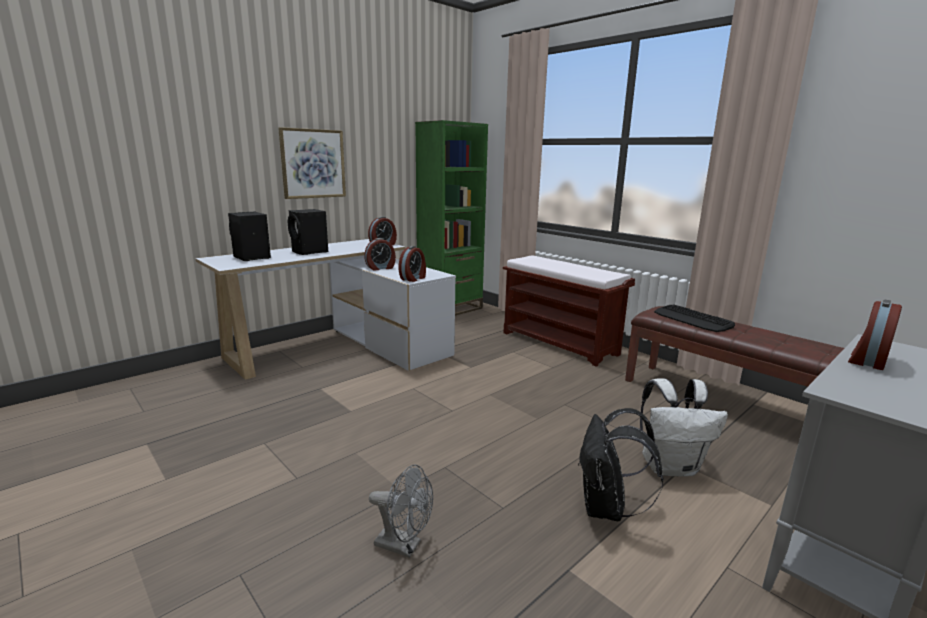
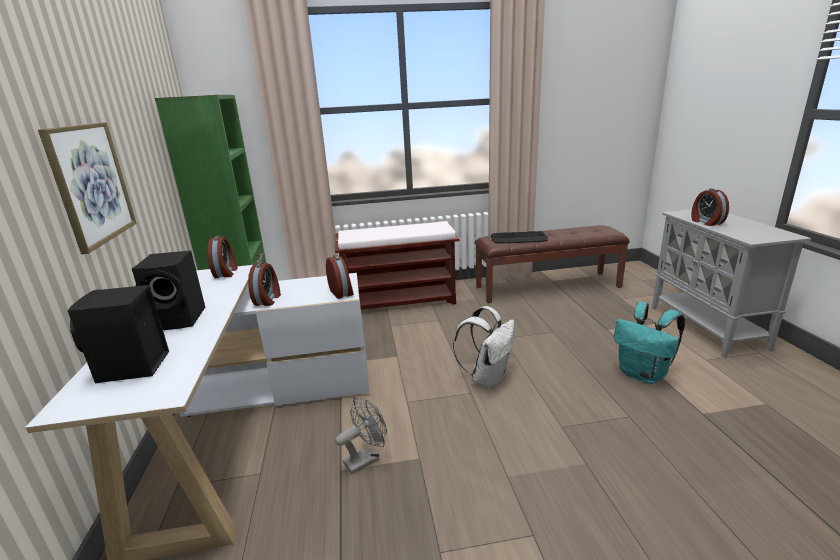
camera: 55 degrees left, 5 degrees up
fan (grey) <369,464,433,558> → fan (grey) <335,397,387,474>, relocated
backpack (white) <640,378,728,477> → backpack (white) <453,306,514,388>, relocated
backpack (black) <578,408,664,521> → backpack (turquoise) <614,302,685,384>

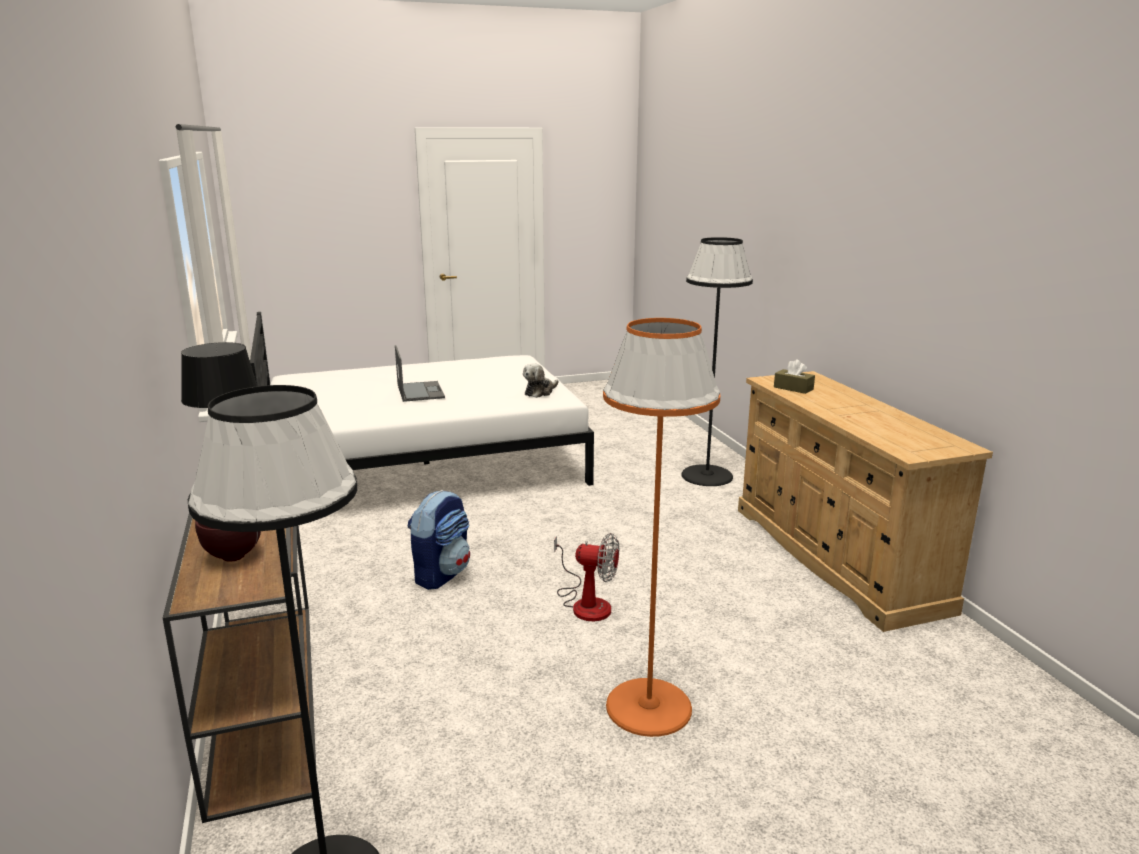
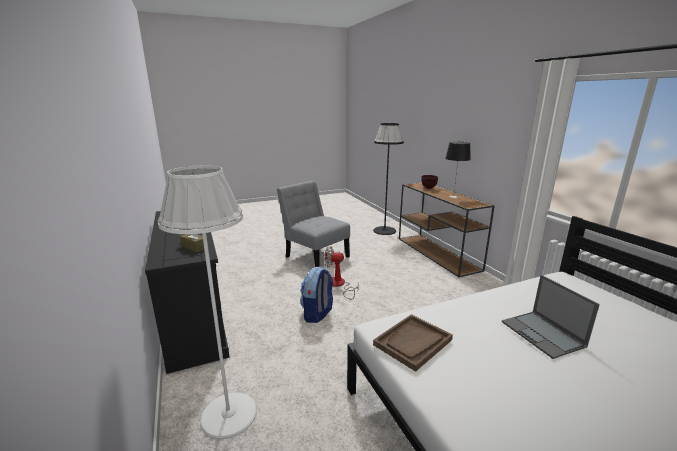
camera: 175 degrees right, 0 degrees up
dresser (beige) <738,371,993,632> → dresser (black) <145,211,230,374>
floor lamp (black) <681,237,753,486> → floor lamp (white) <157,166,257,439>
floor lamp (orange) <603,318,720,737> → chair (grey) <277,181,350,267>
backpack <408,490,470,590> → backpack <300,267,333,323>, relocated
plush toy <523,363,559,398> → tray (brown) <373,314,453,372>

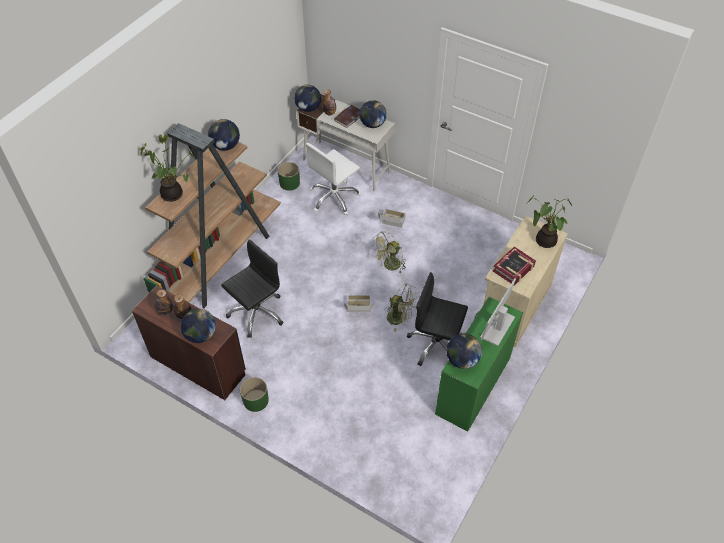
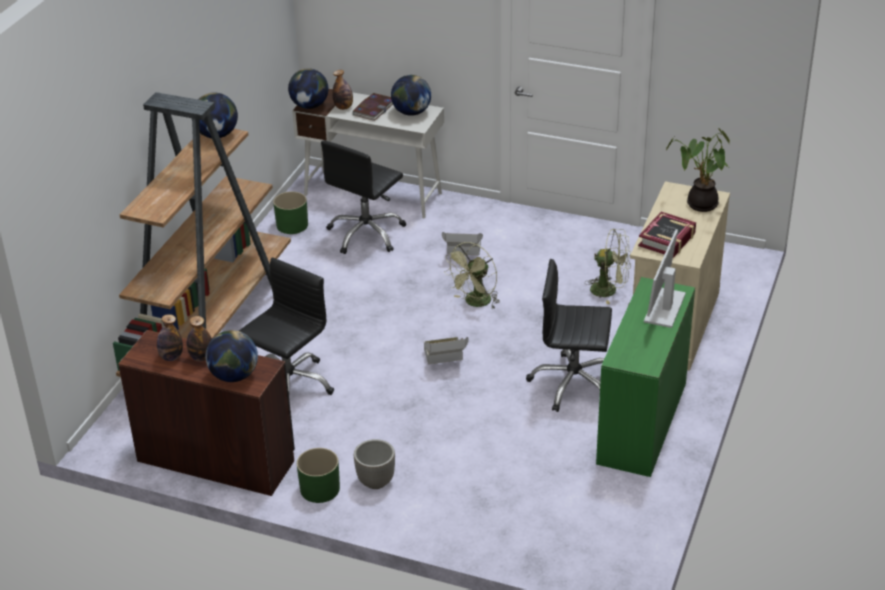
camera: 10 degrees left, 15 degrees down
office chair (white) <306,143,361,215> → office chair (black) <321,140,406,254>
- → planter <354,439,395,489>
fan (green) <385,283,418,332> → fan (green) <584,229,631,304>, relocated
potted plant <140,134,195,202> → -
globe <446,333,482,369> → -

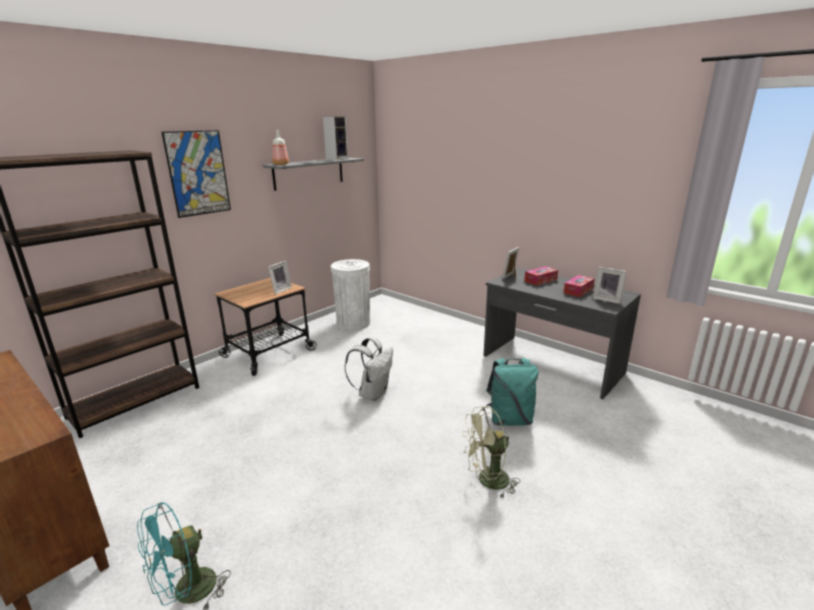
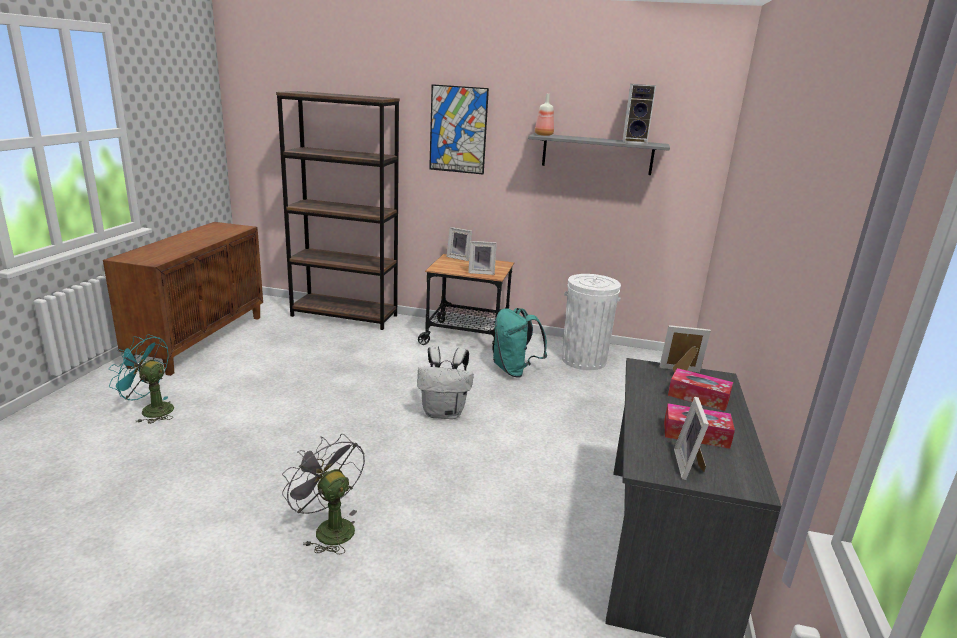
camera: 60 degrees right, 0 degrees up
fan (green) <462,407,520,499> → fan (grey) <282,434,365,555>
- → picture frame <446,227,472,261>
backpack (turquoise) <486,357,538,426> → backpack (turquoise) <493,308,547,378>, relocated

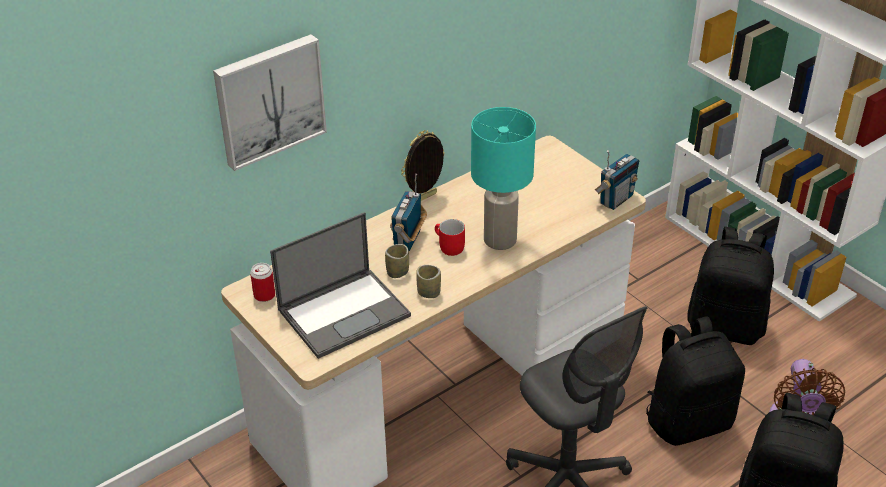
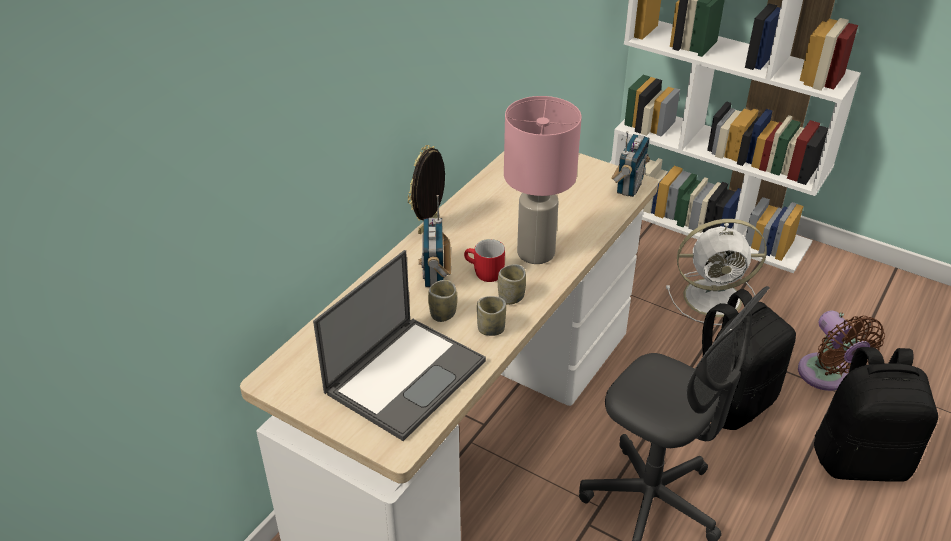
camera: 20 degrees left, 0 degrees up
- → cup <498,264,526,305>
table lamp (turquoise) <471,107,536,250> → table lamp (pink) <504,96,582,264>
backpack (black) <687,227,774,345> → fan (white) <666,219,767,325>
picture <213,34,327,171> → -
can <250,263,275,302> → -

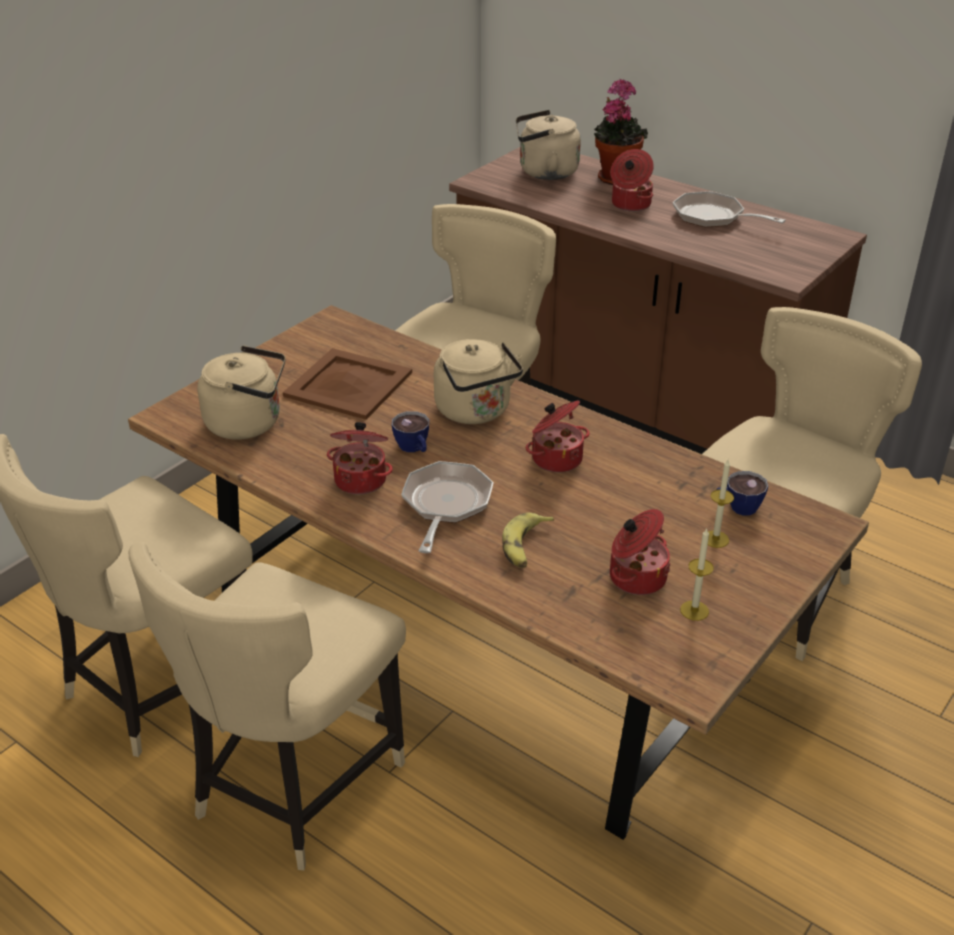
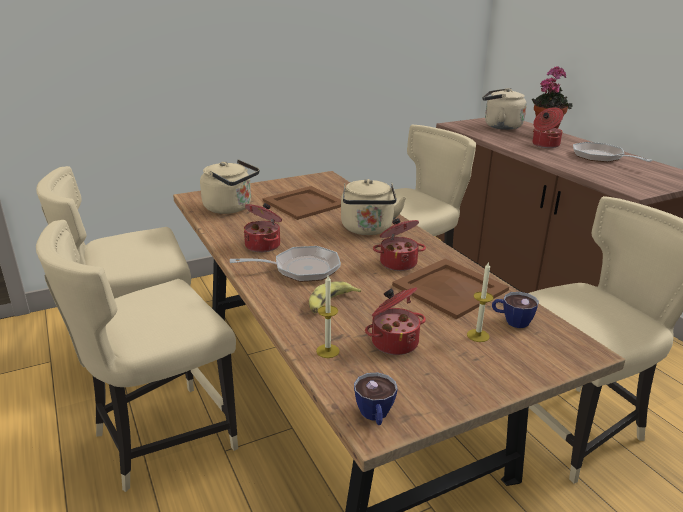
camera: 25 degrees right, 10 degrees down
frying pan <401,461,494,553> → frying pan <230,246,341,282>, 45 degrees clockwise
candle <680,529,714,621> → candle <316,275,340,358>, relocated
cup <392,411,429,452> → cup <354,373,398,425>, relocated
- → tray (brown) <392,259,509,319>

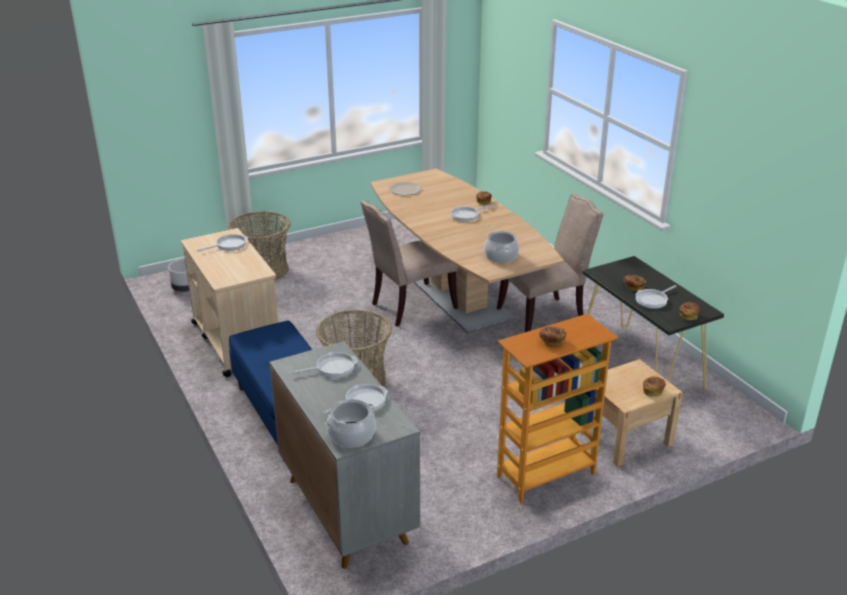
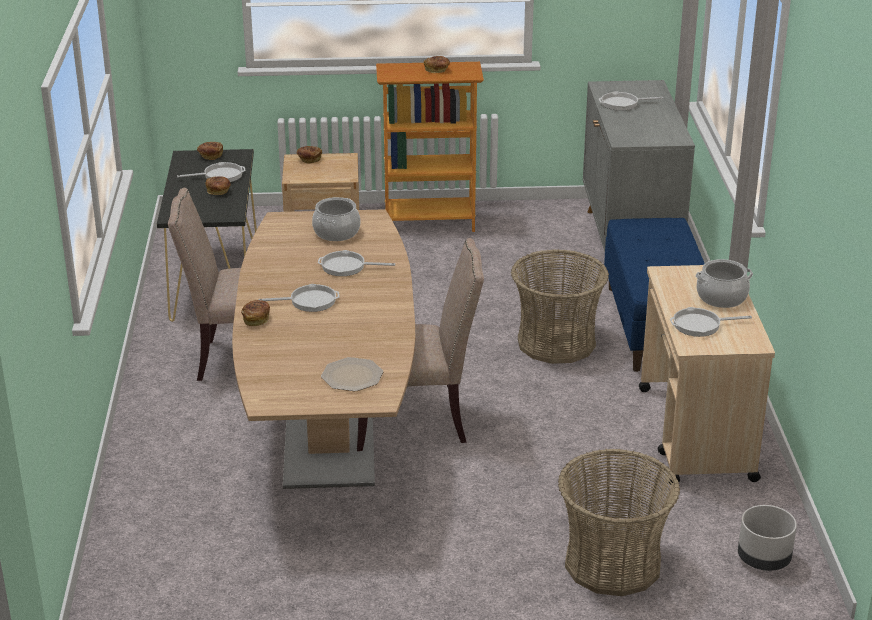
camera: 155 degrees left, 0 degrees up
frying pan <290,352,358,378> → frying pan <318,250,395,276>, relocated
cooking pot <325,399,376,448> → cooking pot <695,259,753,308>, relocated

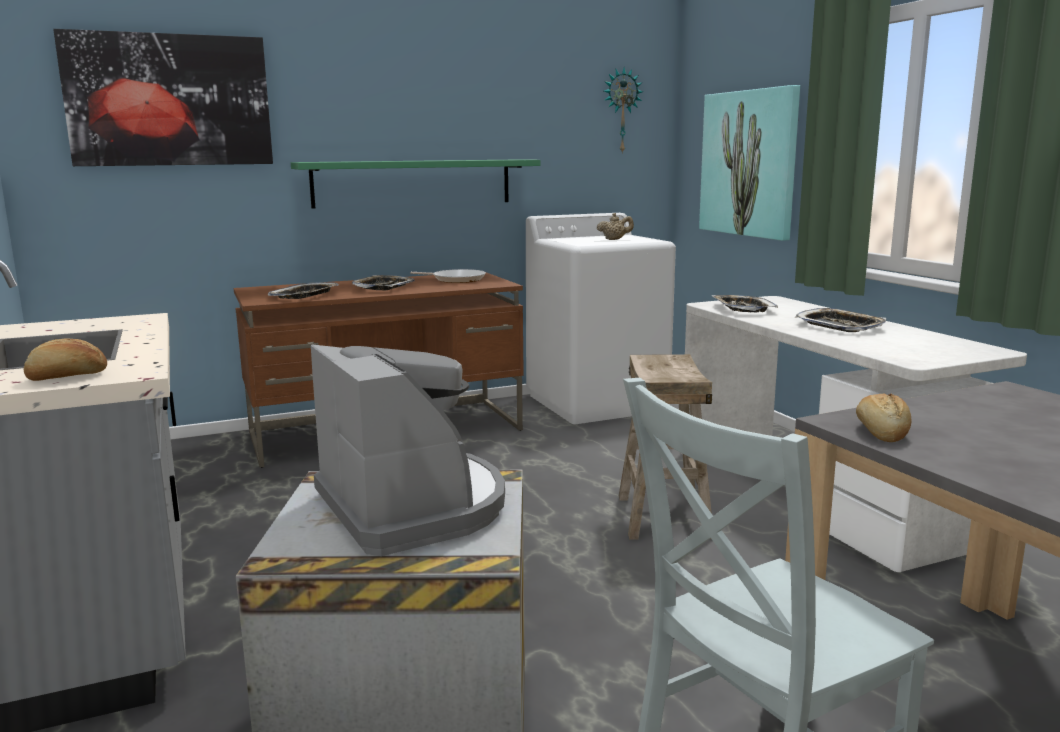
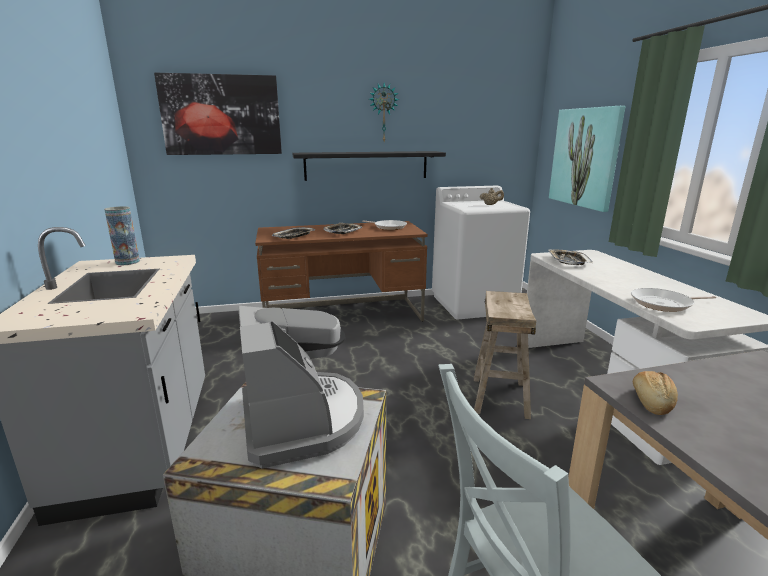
camera: 10 degrees right, 5 degrees up
- → vase <104,206,140,265>
shelf (green) <291,159,541,208> → shelf (black) <293,151,446,181>
wall clock <604,67,643,154> → wall clock <369,82,399,141>, relocated
- → frying pan <631,288,716,312>
bread <24,338,107,381> → -
tray <795,308,886,332> → -

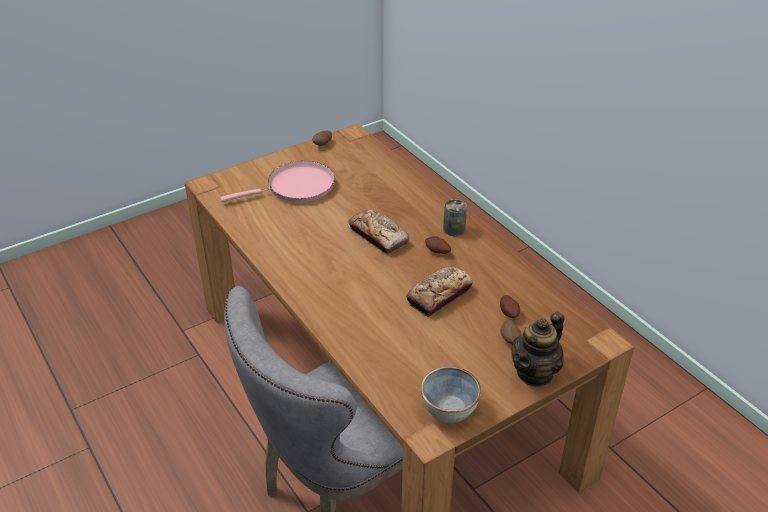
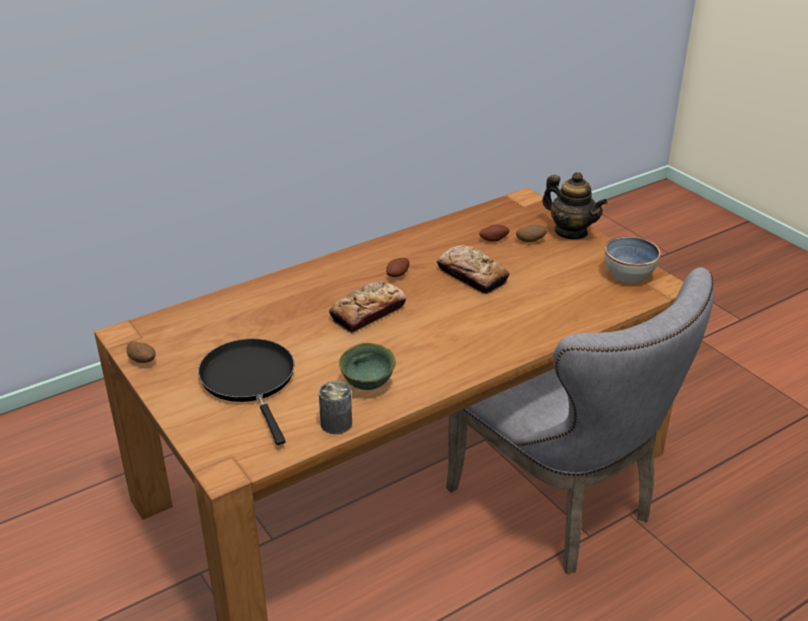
camera: 90 degrees left, 5 degrees down
frying pan (pink) <220,161,335,202> → frying pan (black) <198,339,295,445>
can <443,199,467,236> → can <319,381,352,434>, relocated
- → bowl (green) <339,343,396,390>

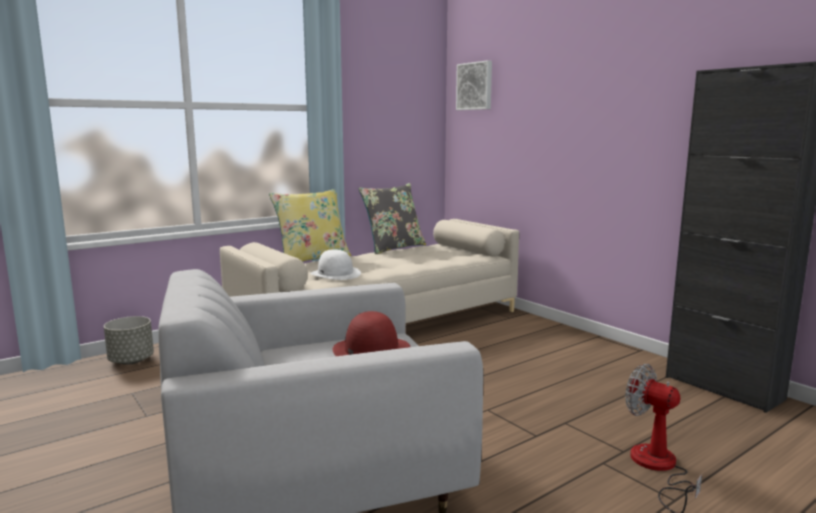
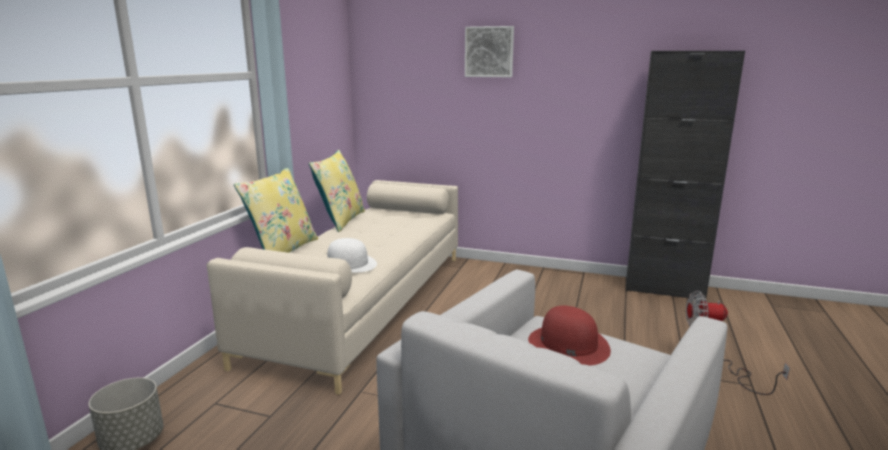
camera: 35 degrees left, 5 degrees up
pillow (grey) <359,183,426,254> → pillow (yellow) <309,150,365,232>
picture <456,60,492,110> → picture <465,26,514,77>, relocated

